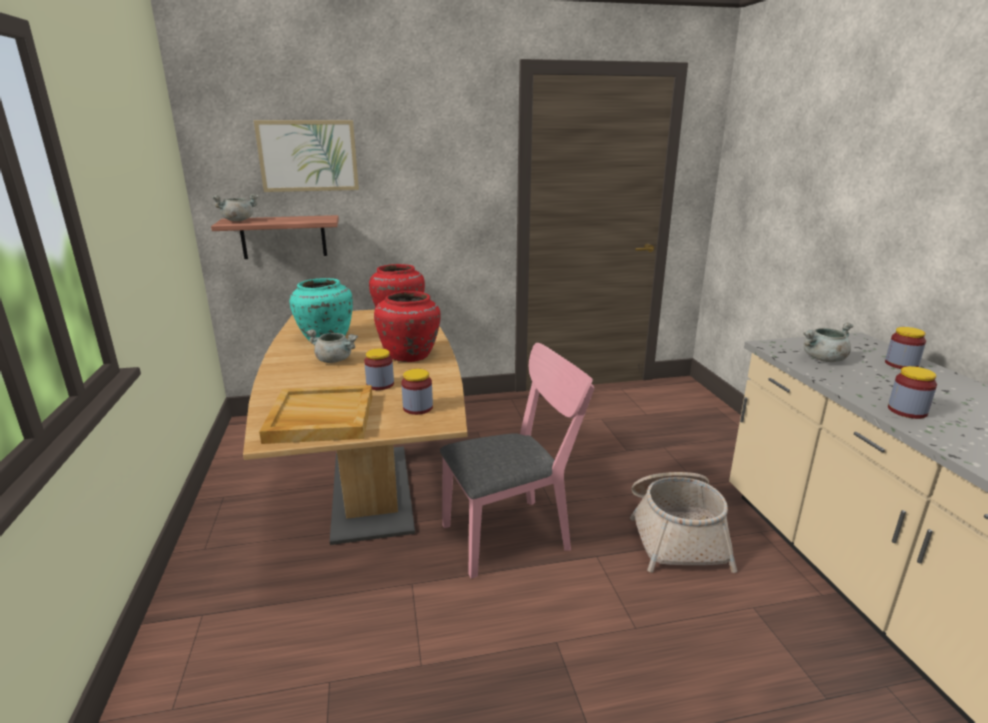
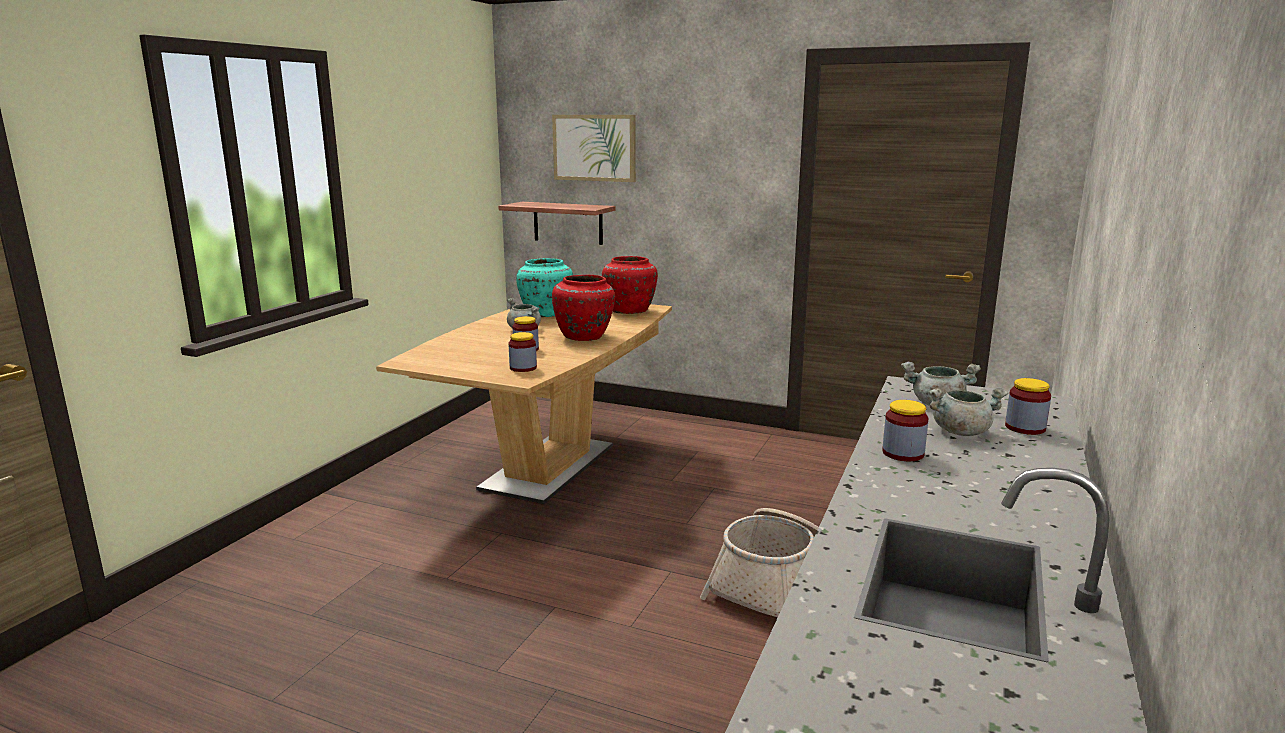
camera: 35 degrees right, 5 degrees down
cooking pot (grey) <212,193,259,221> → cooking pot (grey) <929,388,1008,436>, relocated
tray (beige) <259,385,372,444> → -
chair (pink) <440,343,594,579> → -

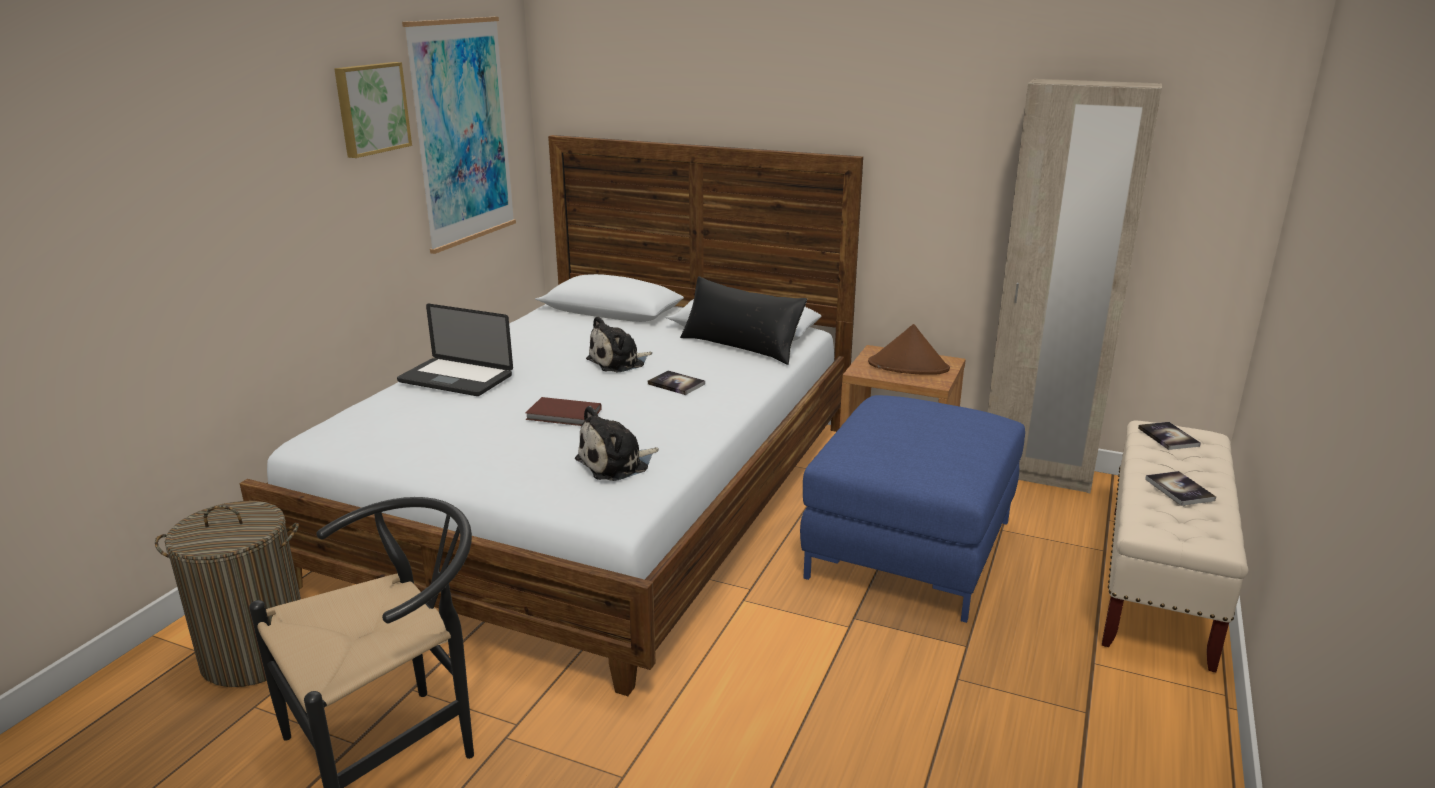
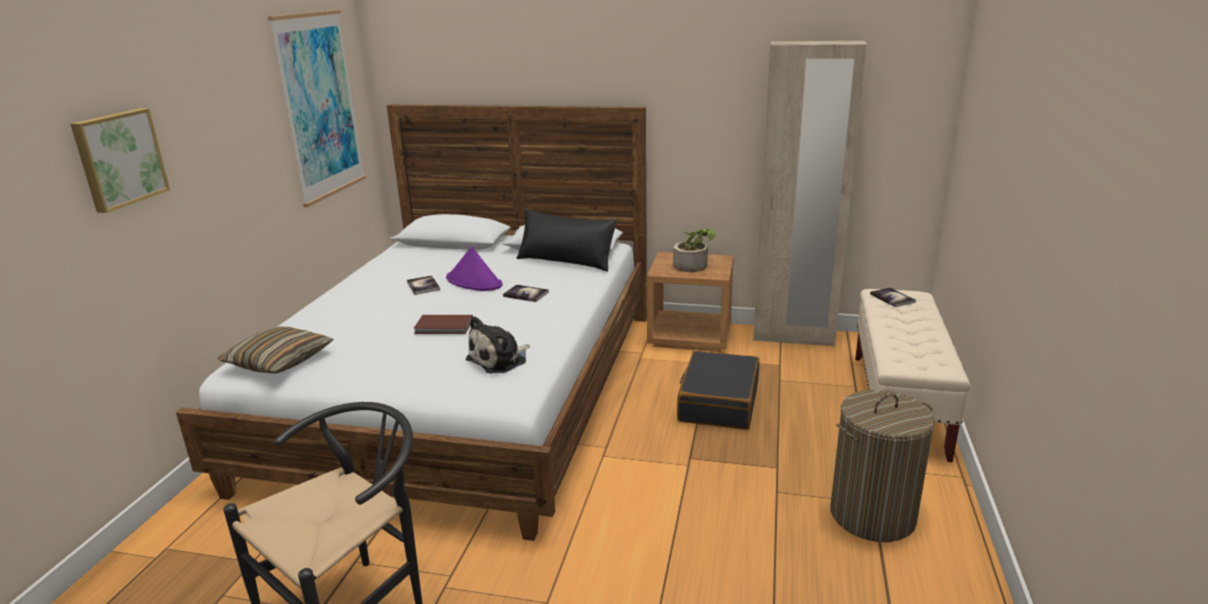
camera: 10 degrees left, 0 degrees up
picture <334,62,412,158> → picture <70,108,170,213>, relocated
- → pillow <218,326,334,374>
book <1145,471,1216,506> → book <407,275,440,295>, relocated
plush toy <586,316,652,372> → hat (purple) <446,246,503,291>
hat (brown) <868,324,950,375> → potted plant <673,228,716,273>
ottoman (blue) <800,395,1025,623> → suitcase (black) <677,351,759,430>
laundry basket <155,501,301,687> → laundry basket <830,390,935,542>, relocated
laptop <397,304,513,396> → -

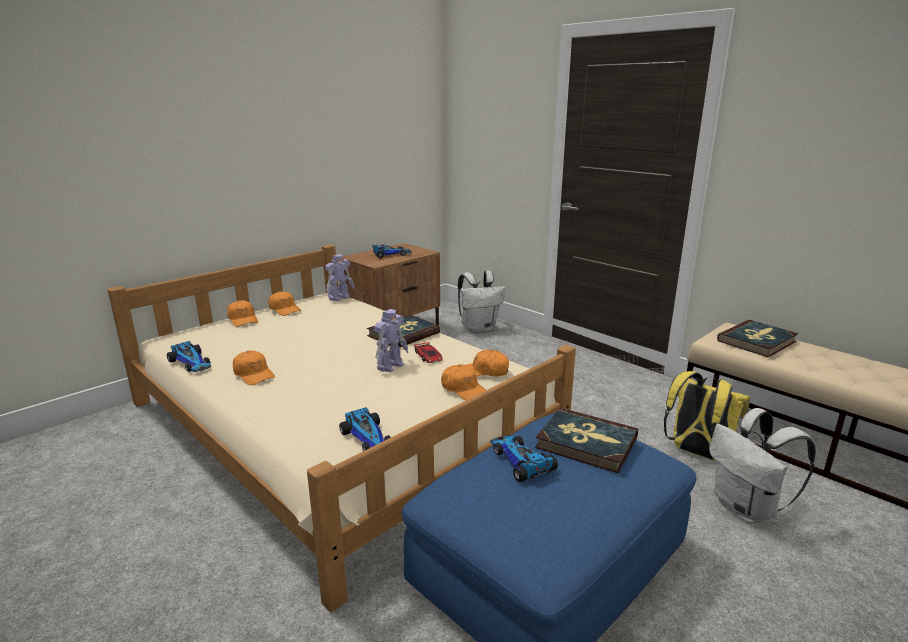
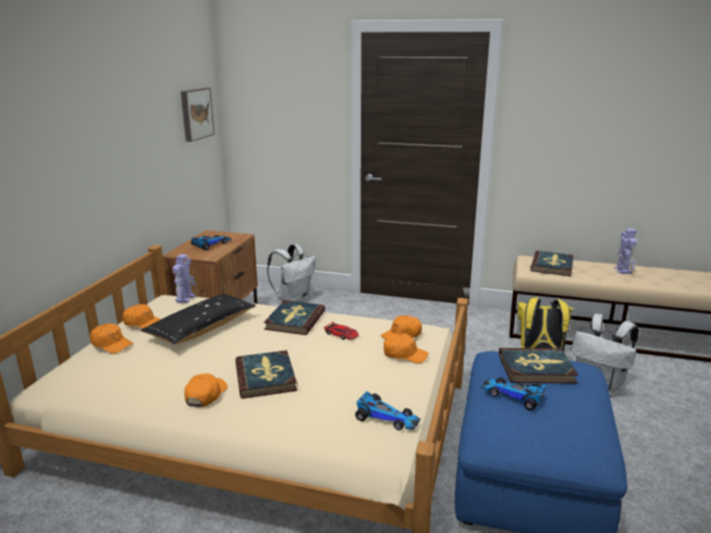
camera: 30 degrees left, 0 degrees up
- → pillow (black) <141,294,256,345>
- → picture <181,88,215,142>
cap (orange) <233,350,275,385> → cap (orange) <184,373,227,407>, 90 degrees counterclockwise
- → book <235,350,297,399>
toy robot <374,309,408,372> → toy robot <614,229,637,274>, relocated
toy car <167,341,211,372> → -

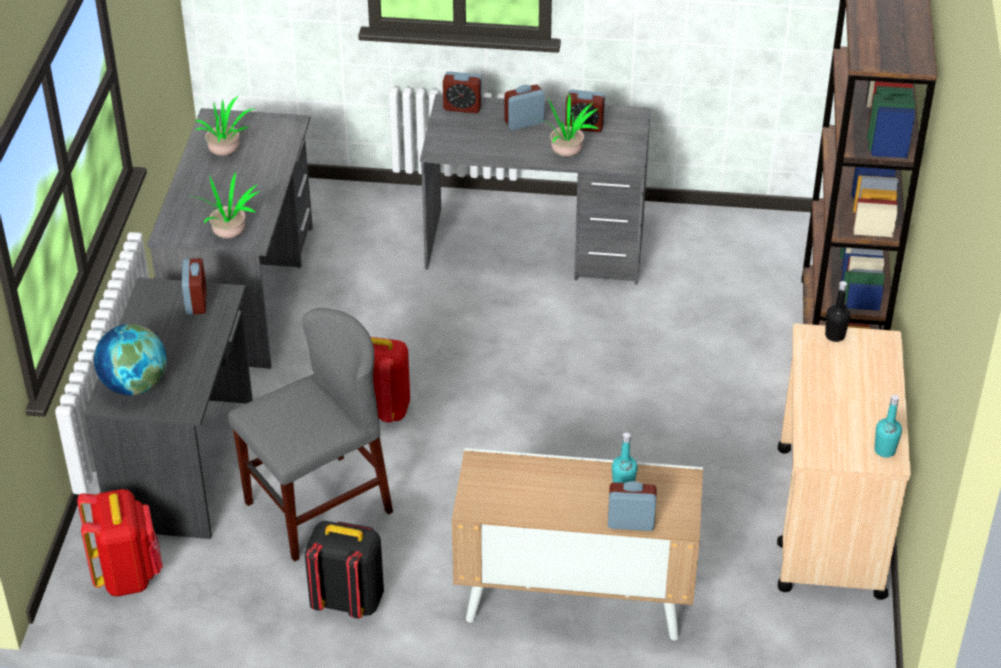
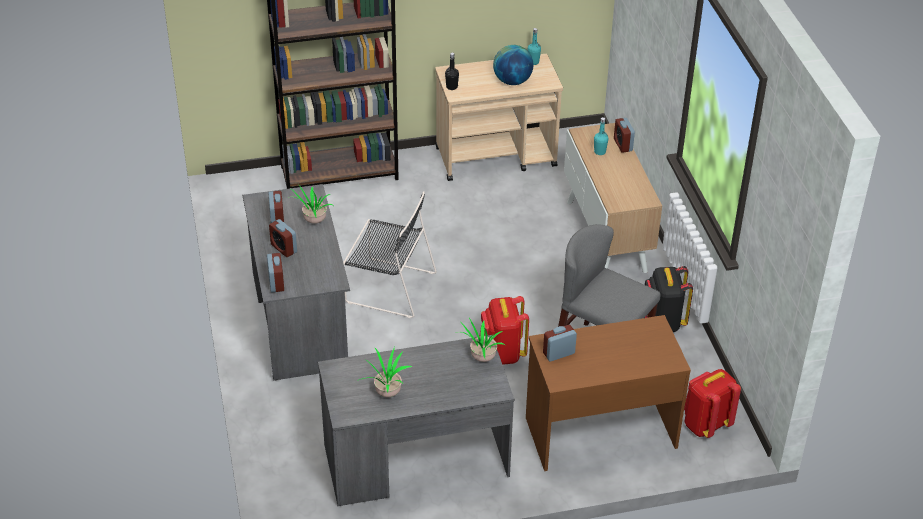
camera: 110 degrees left, 0 degrees up
- → chair (black) <343,191,437,318>
globe <94,324,167,395> → globe <493,45,533,85>, relocated
desk (grey) <84,277,253,539> → desk (brown) <526,315,691,471>

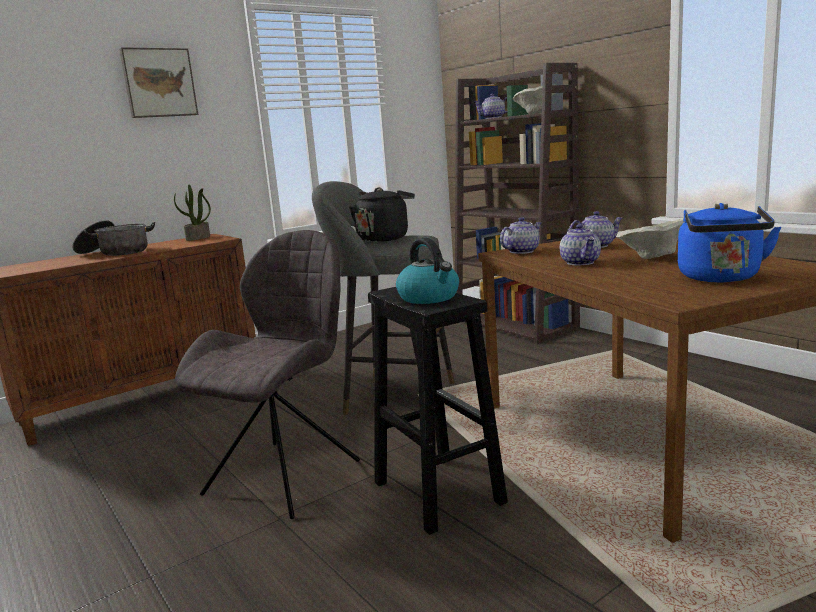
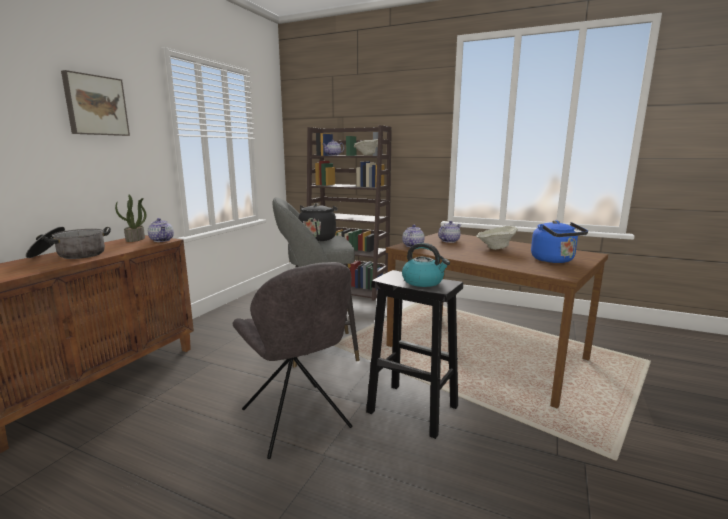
camera: 30 degrees left, 0 degrees up
teapot <560,224,601,266> → teapot <148,218,174,242>, relocated
chair (grey) <175,230,360,519> → chair (grey) <233,262,352,459>, 150 degrees clockwise

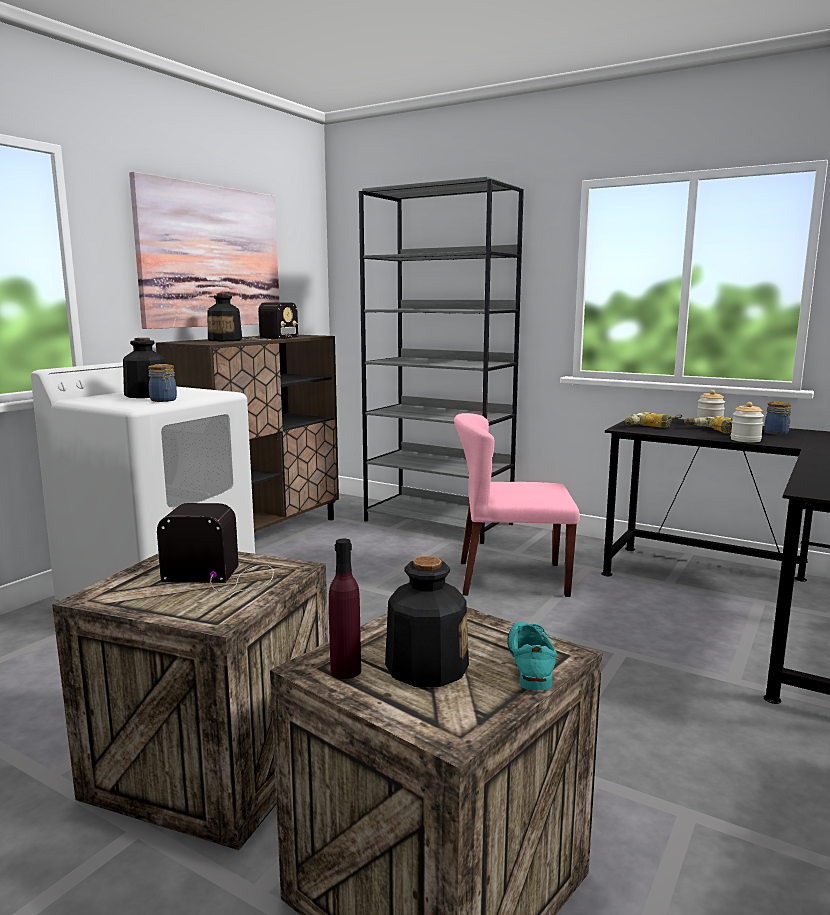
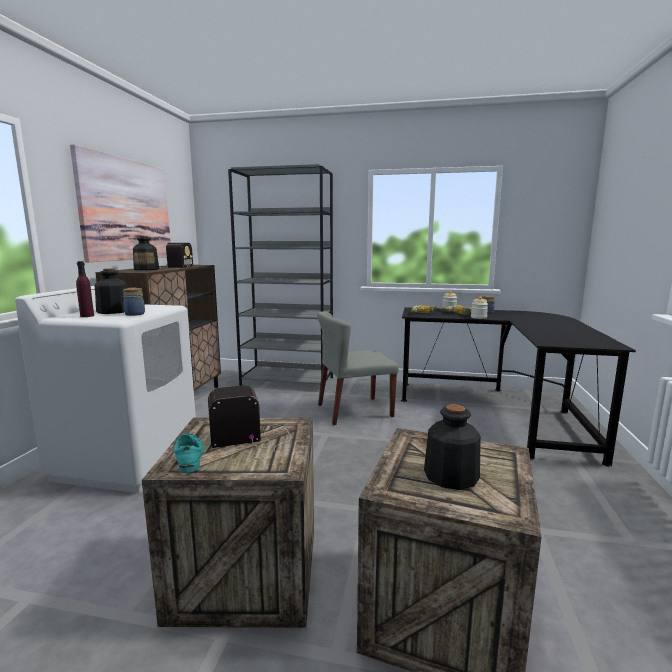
camera: 20 degrees left, 0 degrees up
bottle (purple) <329,539,361,679> → bottle (purple) <76,261,94,317>, relocated
shoe (turquoise) <507,622,557,690> → shoe (turquoise) <174,433,204,473>, relocated
chair (pink) <454,413,580,597> → chair (grey) <317,311,399,425>

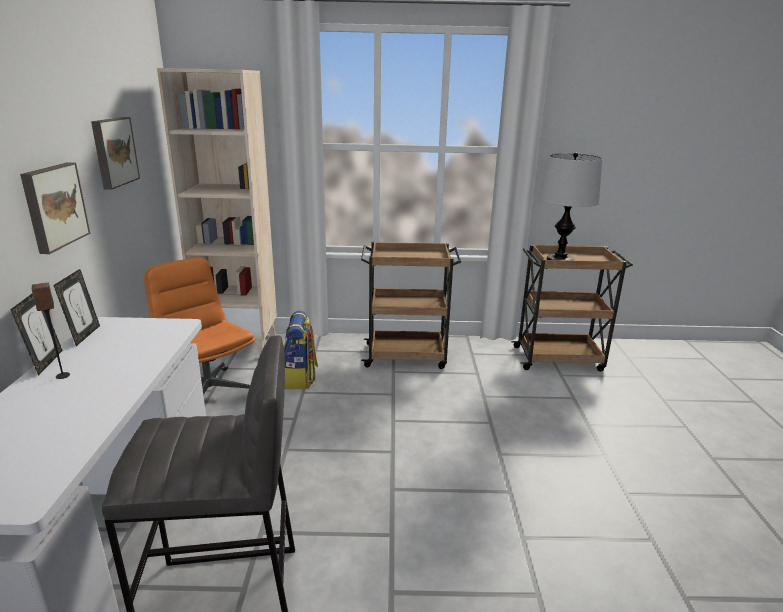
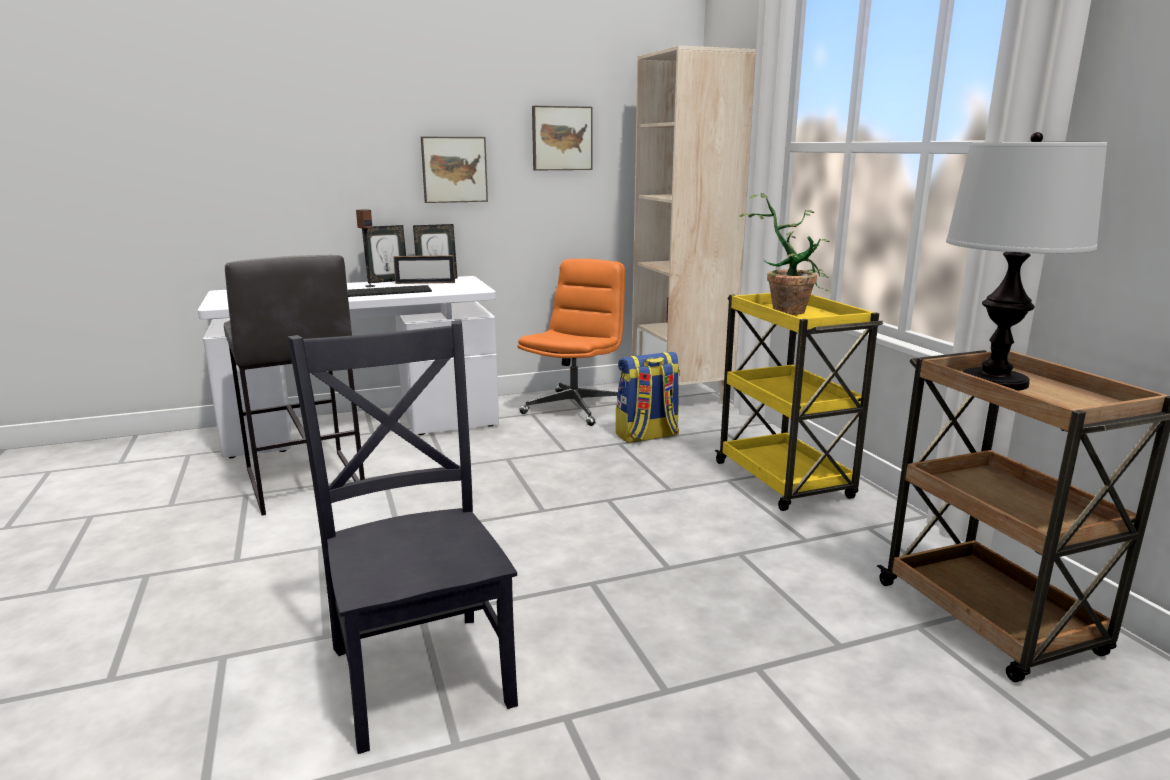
camera: 70 degrees right, 5 degrees down
- → chair (black) <287,321,518,754>
- → keyboard <347,285,432,297>
- → picture frame <393,255,455,284>
cart (brown) <361,242,461,369> → cart (yellow) <715,293,883,511>
- → potted plant <739,193,830,315>

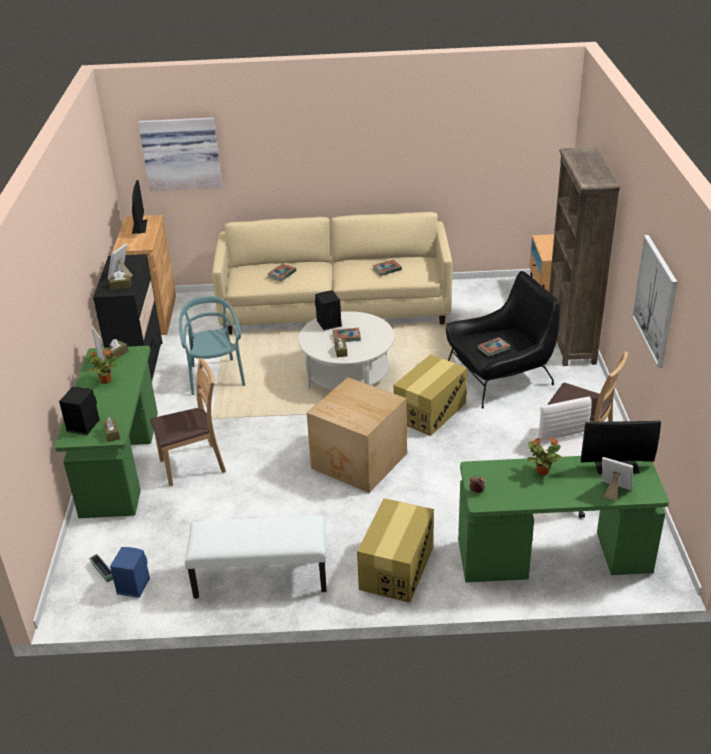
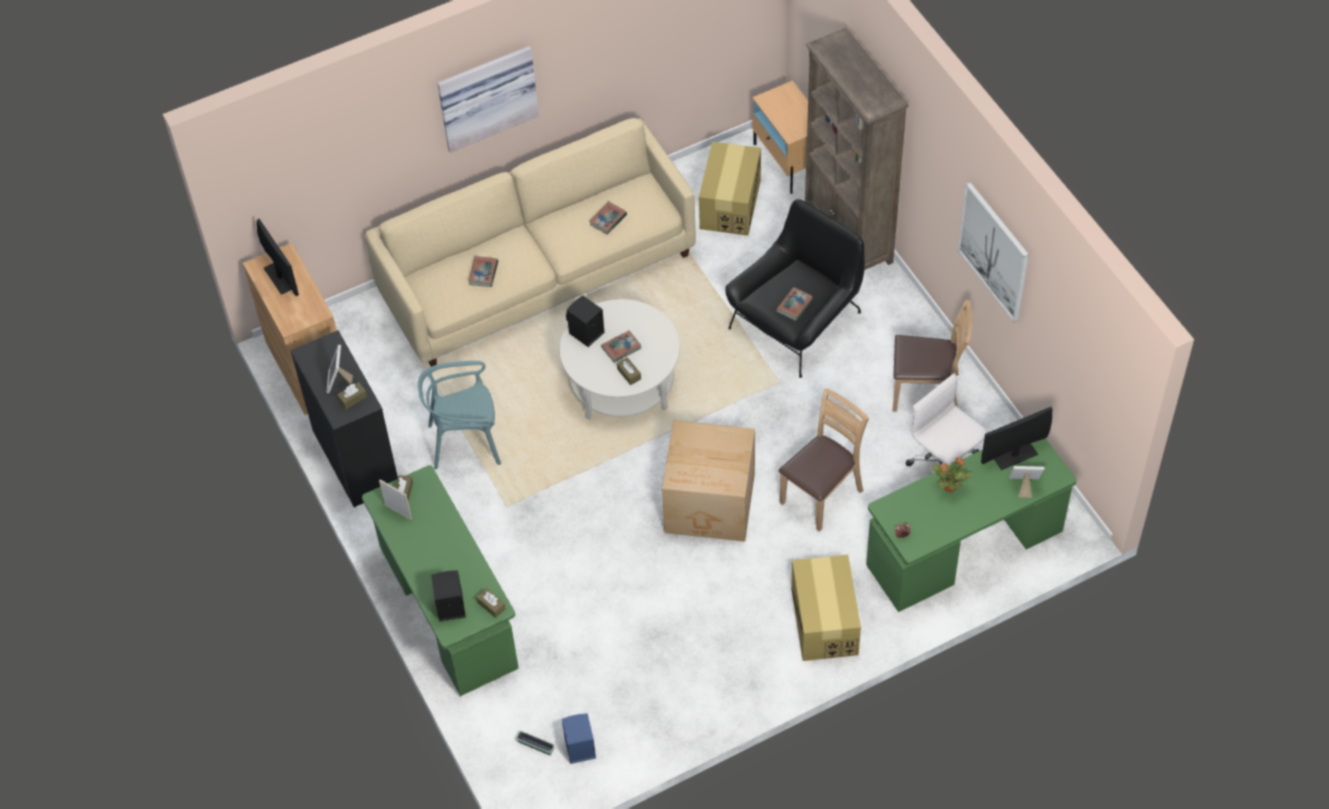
camera: 25 degrees left, 20 degrees up
chair (turquoise) <179,296,245,395> → chair (turquoise) <418,361,501,469>, 60 degrees counterclockwise
picture <138,118,222,191> → picture <437,46,539,153>, relocated
cardboard box <393,354,467,436> → cardboard box <699,142,761,236>, relocated
chair (brown) <150,358,226,486> → chair (brown) <779,388,869,532>, relocated
potted plant <87,349,118,384> → -
bench (white) <185,516,327,599> → -

